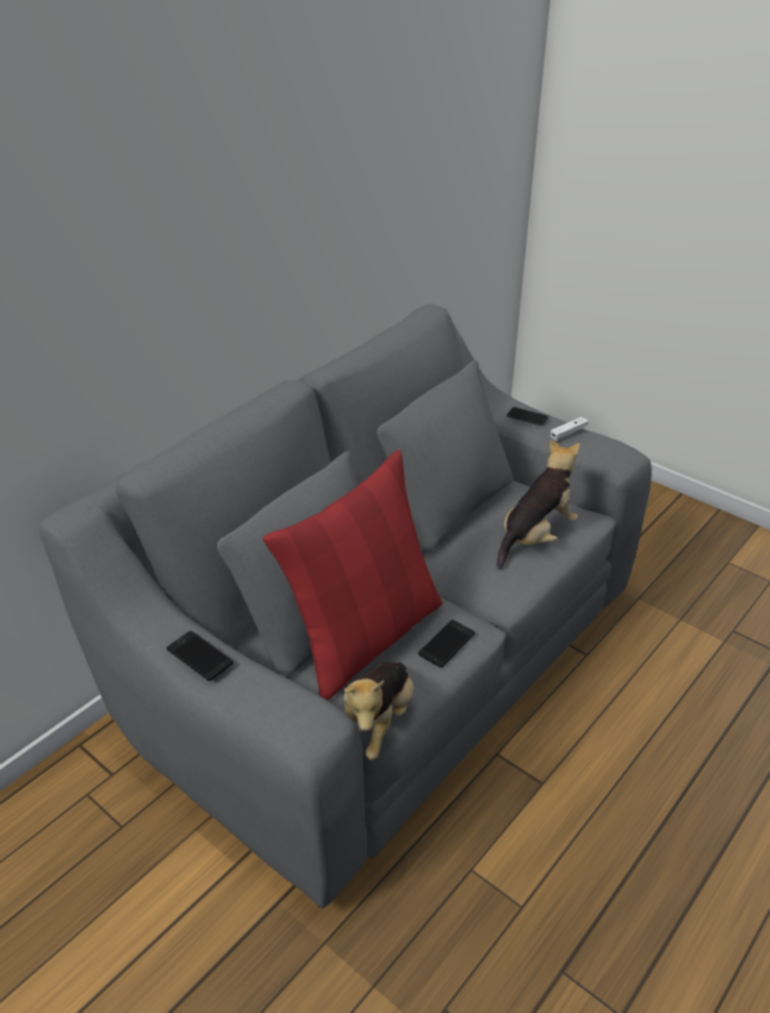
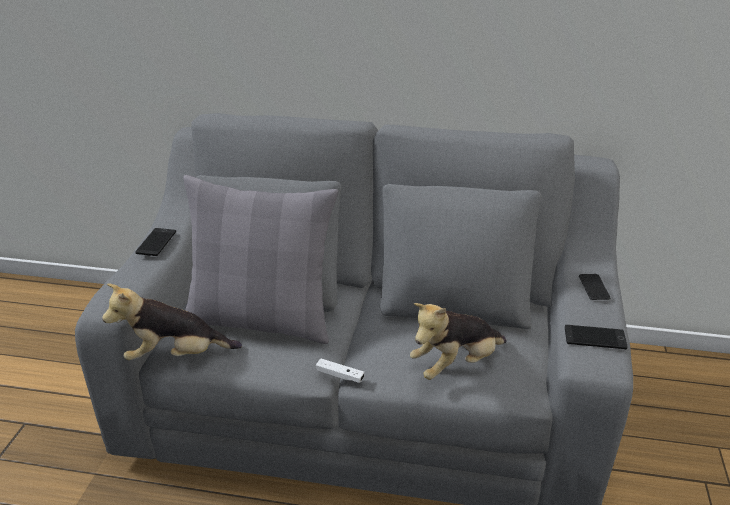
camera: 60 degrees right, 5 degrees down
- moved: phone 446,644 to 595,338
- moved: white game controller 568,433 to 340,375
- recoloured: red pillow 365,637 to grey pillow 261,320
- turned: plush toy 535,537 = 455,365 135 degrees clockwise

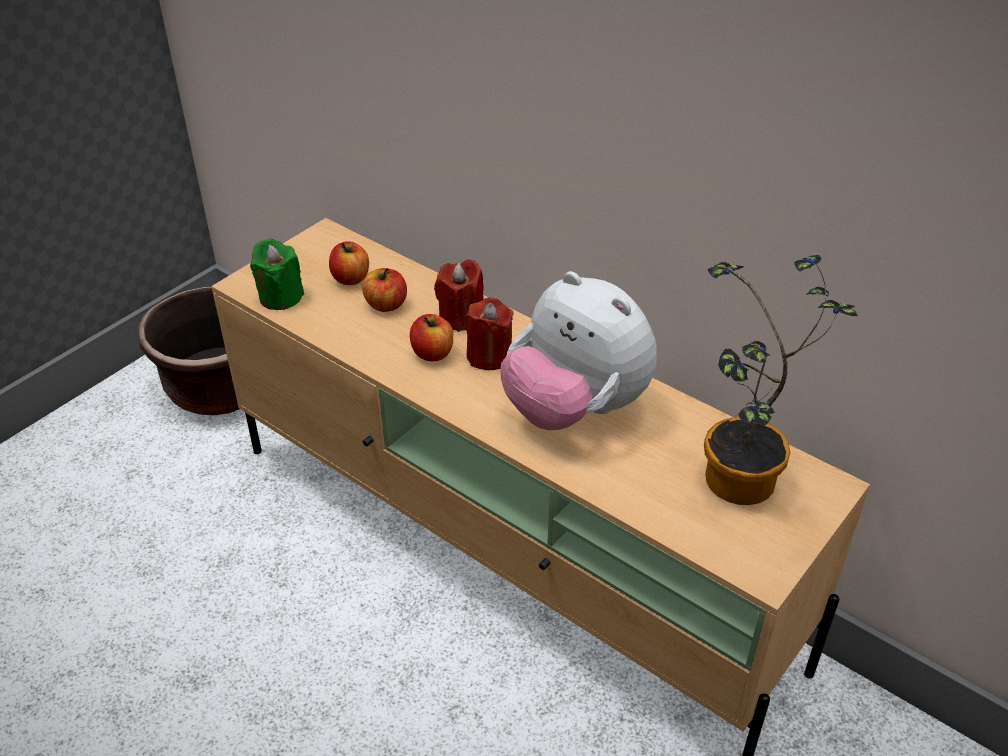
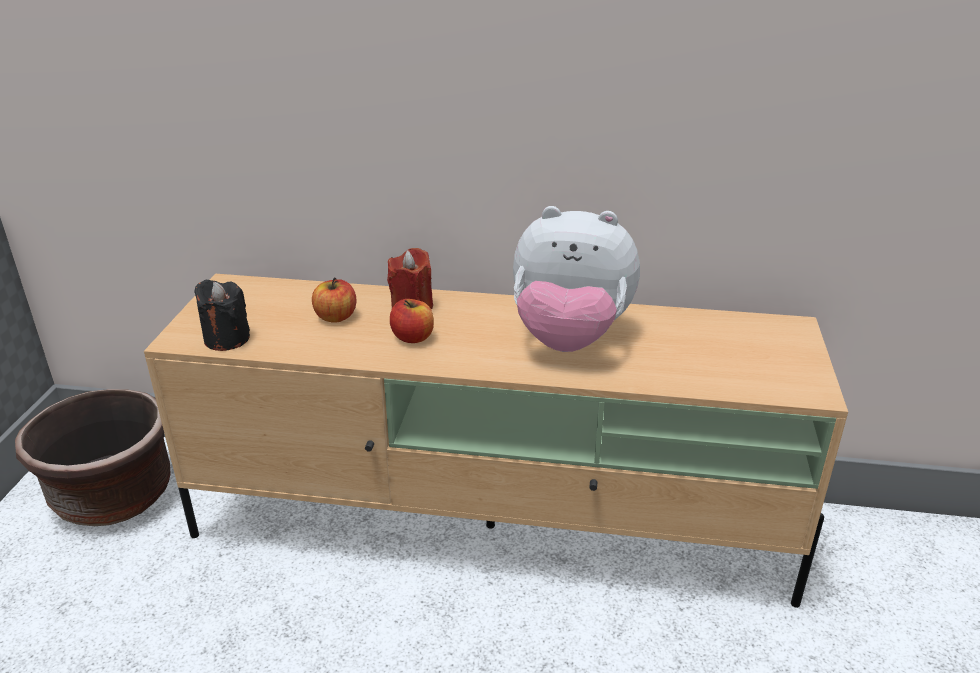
camera: 30 degrees left, 10 degrees down
- removed: apple 350,278
- removed: red candle 489,356
- removed: potted plant 736,488
- recoloured: green candle 280,297 to black candle 227,339

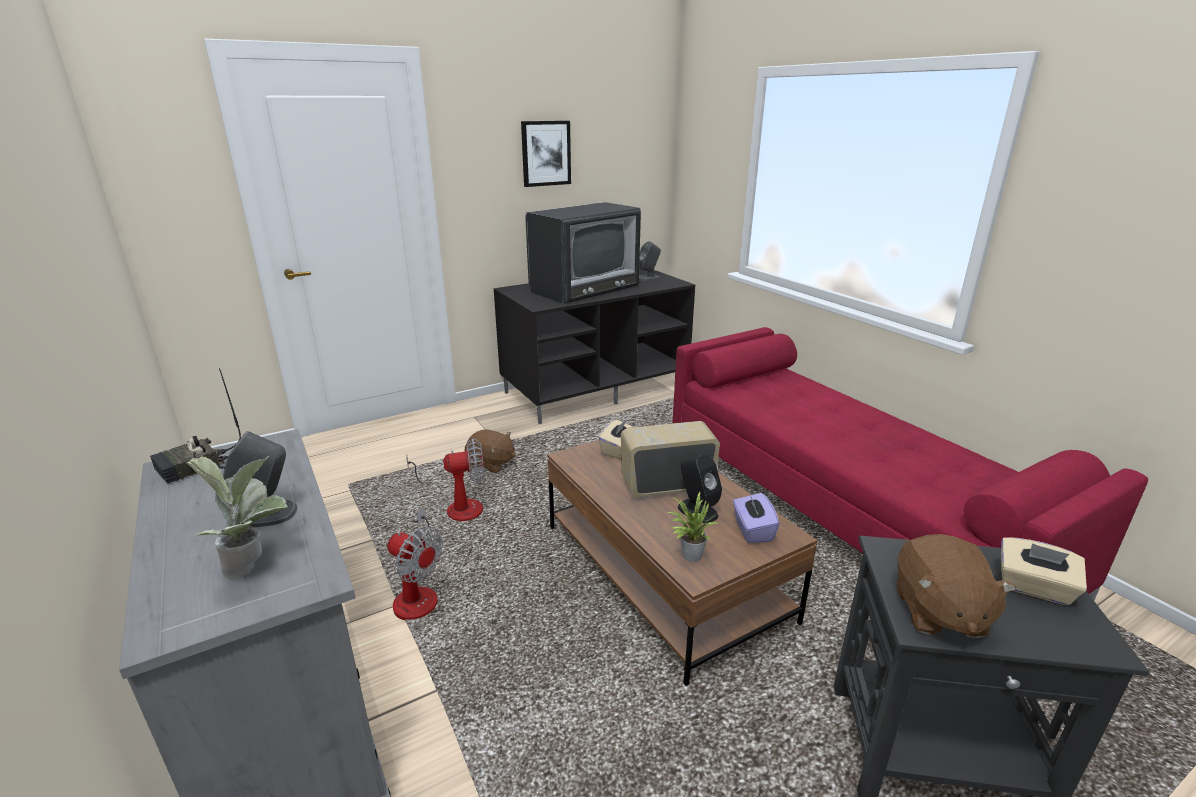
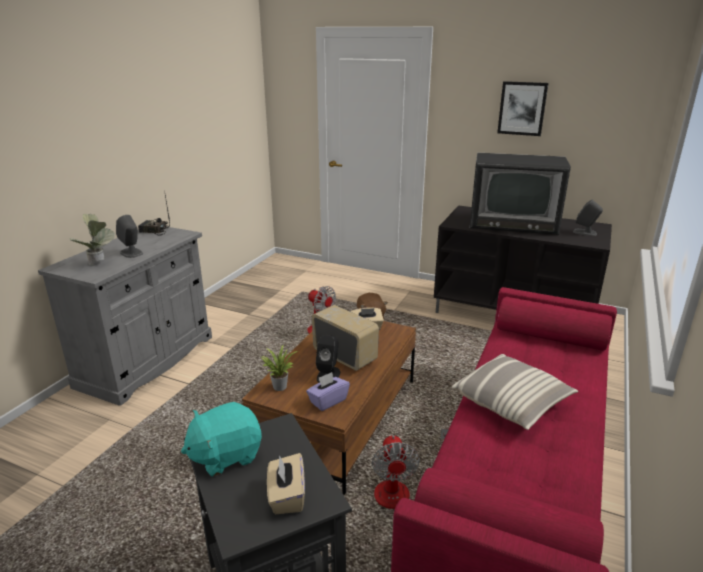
camera: 55 degrees right, 0 degrees up
- added: pillow 511,403
- moved: fan 418,592 to 401,488
- recoloured: brown plush toy 937,612 to turquoise plush toy 225,455

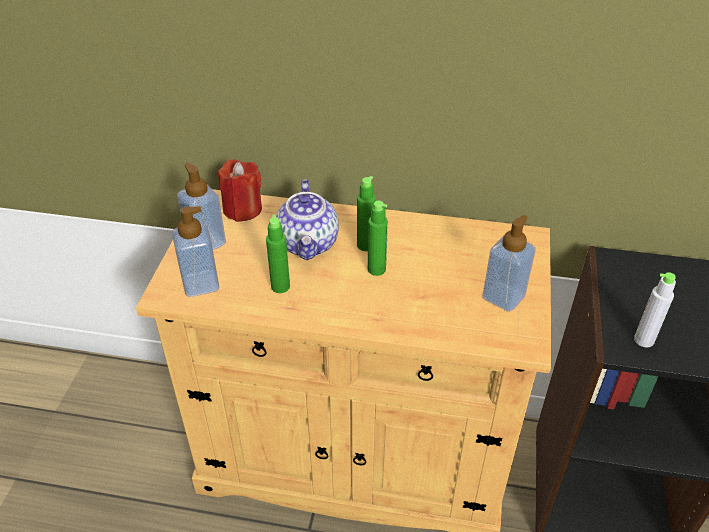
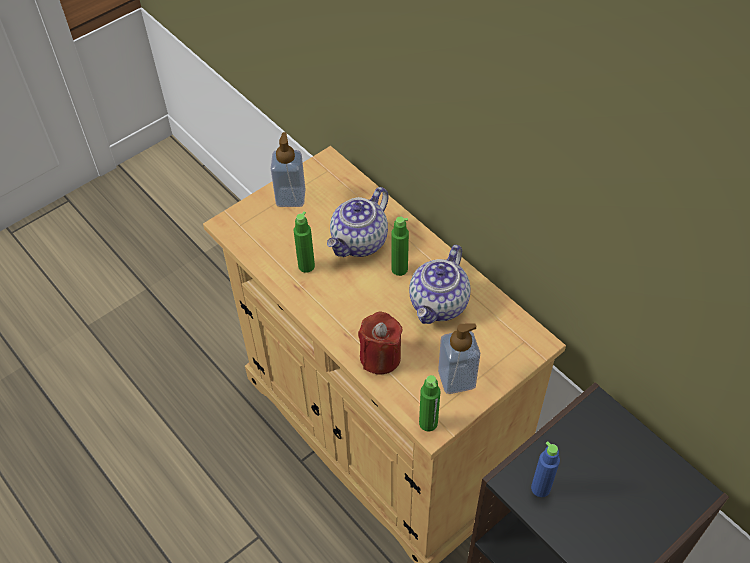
camera: 40 degrees right, 10 degrees up
- removed: soap dispenser 200,284
- added: teapot 439,304
- moved: red candle 242,209 to 380,357
- moved: green bottle 376,269 to 428,423
- recoloured: grey bottle 644,340 to blue bottle 540,488

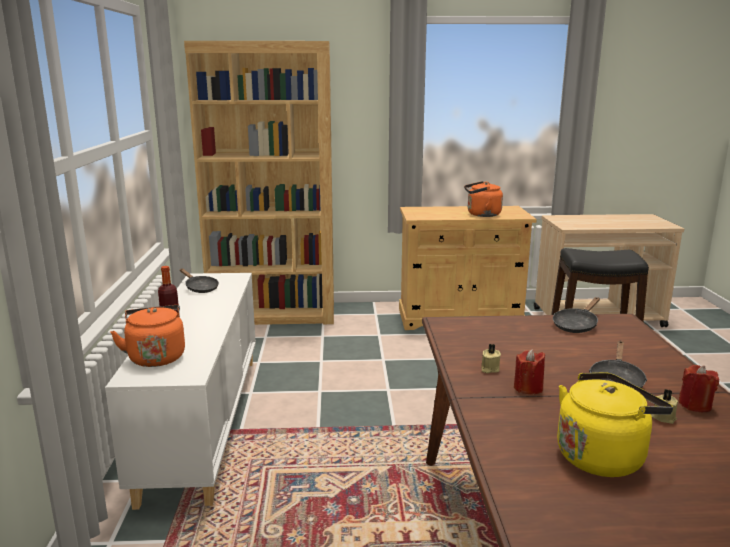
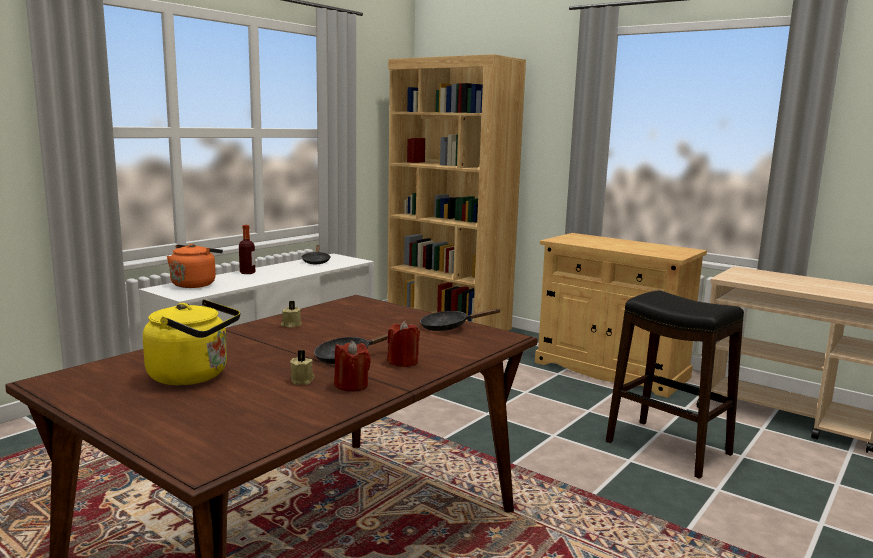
camera: 40 degrees right, 5 degrees down
- removed: orange kettle 481,215
- moved: red candle 528,388 to 403,362

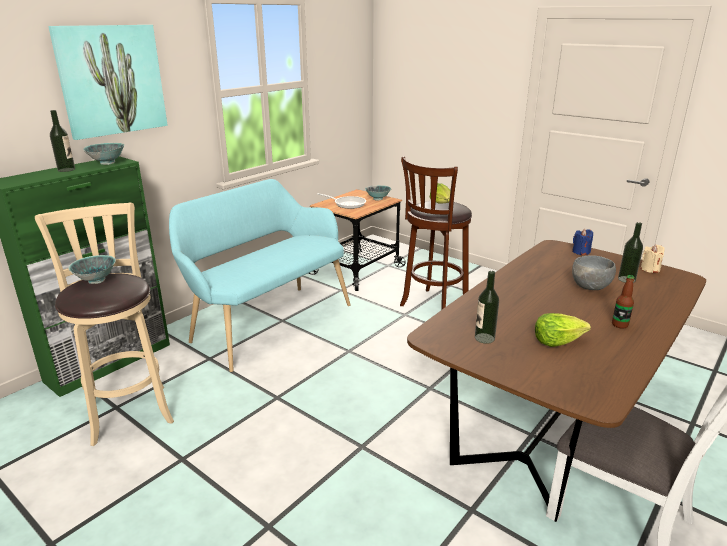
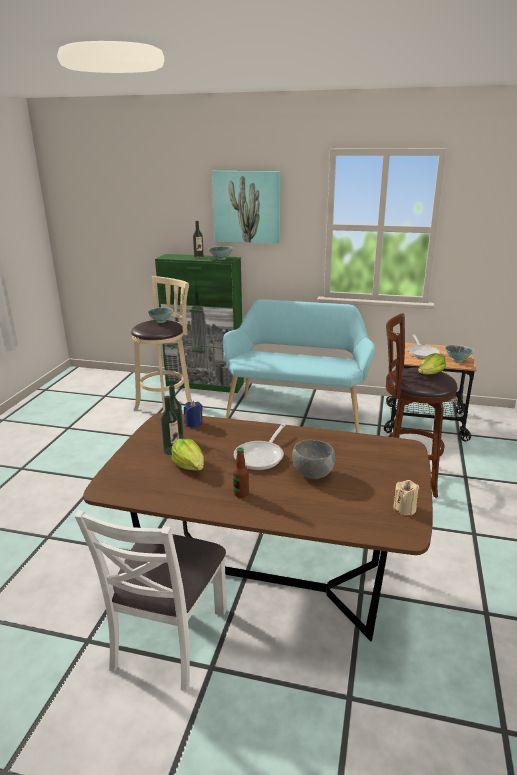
camera: 65 degrees right, 0 degrees up
- added: frying pan 261,456
- moved: blue candle 580,252 to 194,423
- moved: bottle 626,279 to 171,450

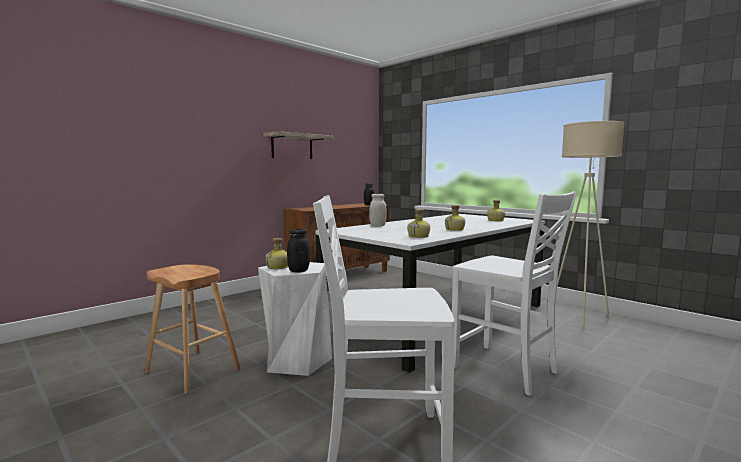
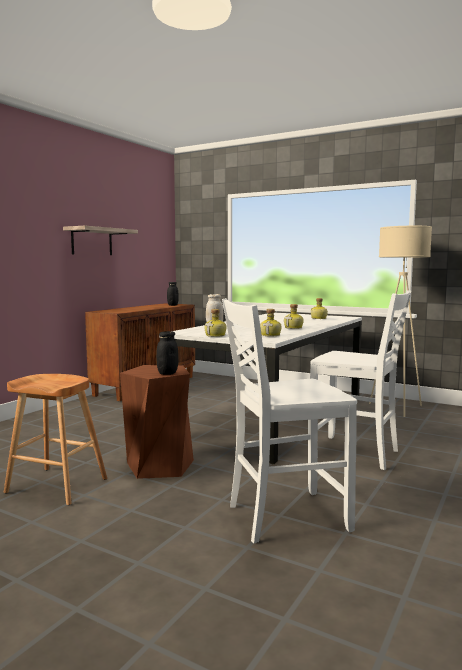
camera: 15 degrees left, 0 degrees up
- moved: bottle 279,267 to 216,335
- recoloured: white stool 297,360 to brown stool 160,466

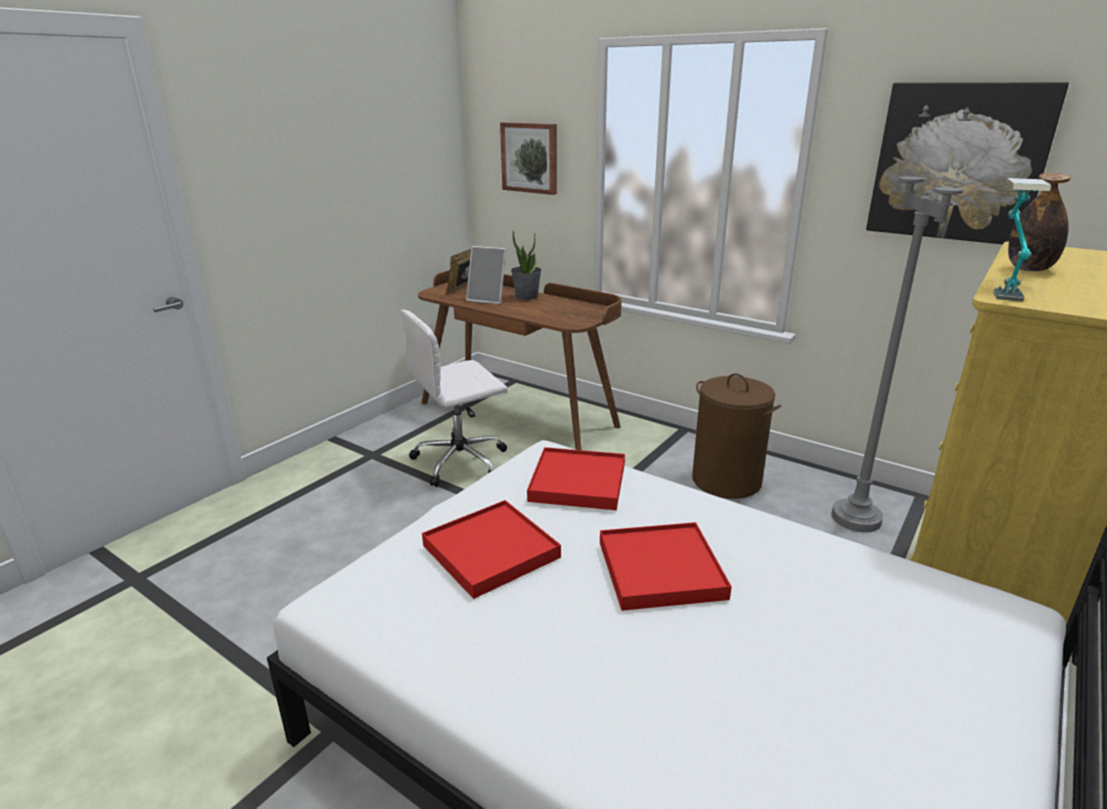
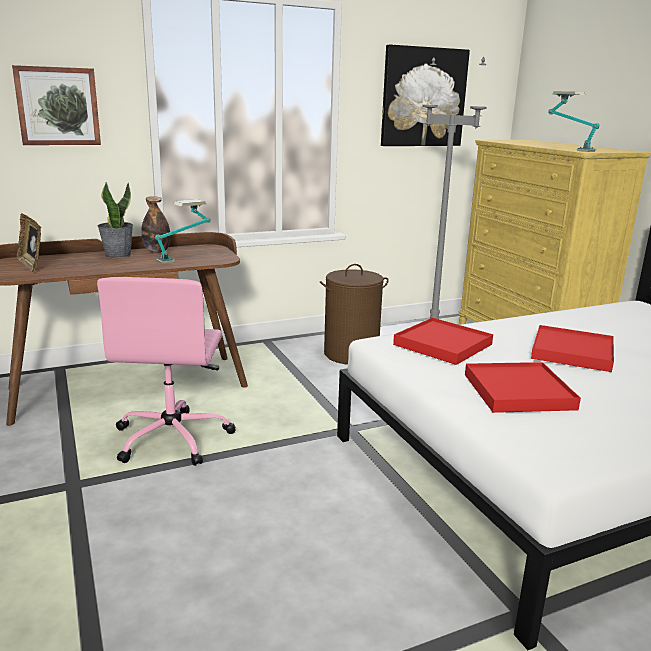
camera: 60 degrees left, 5 degrees down
- removed: picture frame 488,299
- added: table lamp 184,258
- moved: bottle 1029,269 to 157,251
- recoloured: white office chair 462,461 to pink office chair 173,438

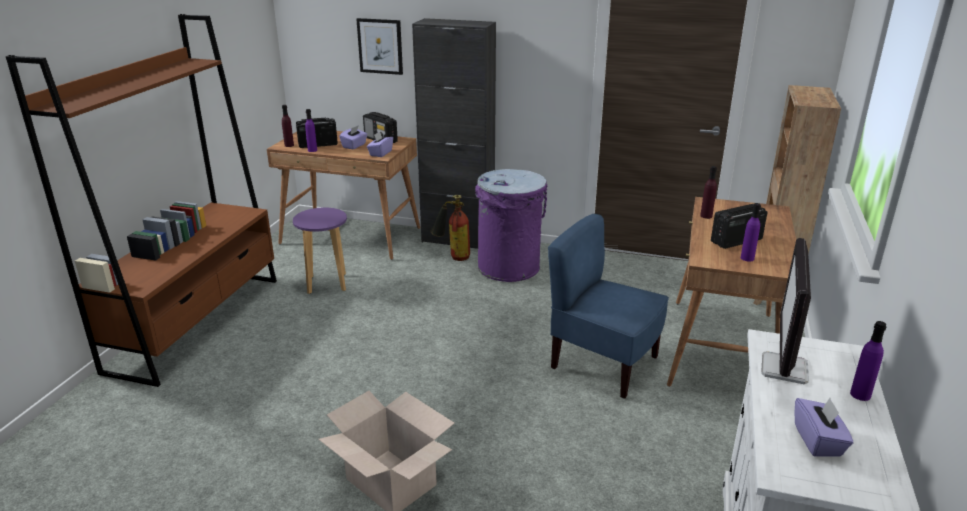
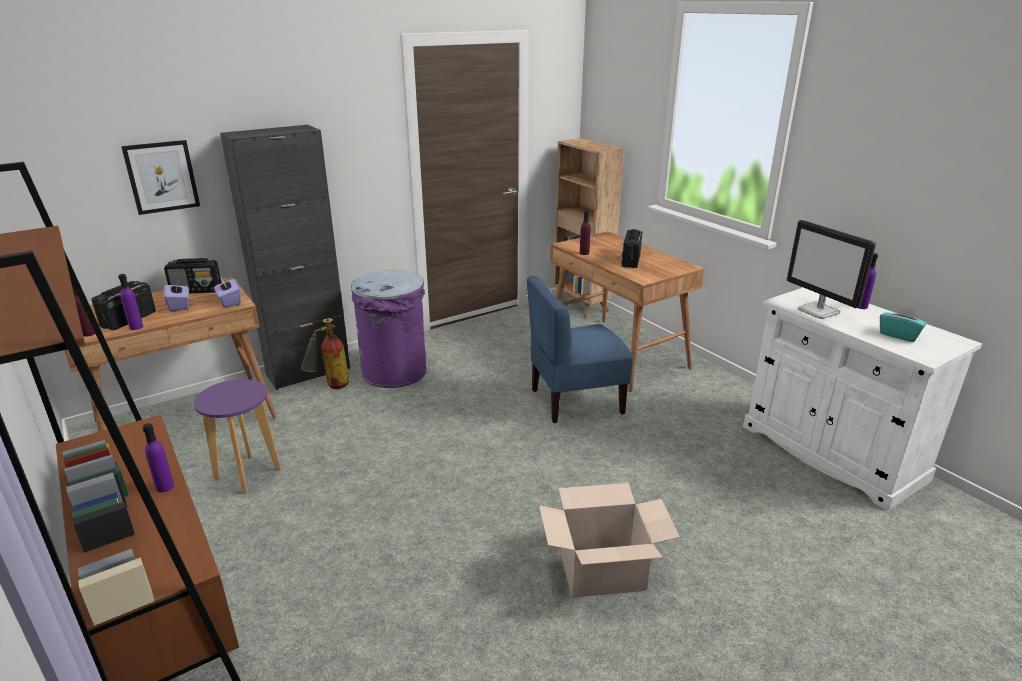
camera: 50 degrees left, 0 degrees up
- moved: purple bottle 747,258 to 165,487
- recoloured: purple tissue box 818,441 to turquoise tissue box 898,335

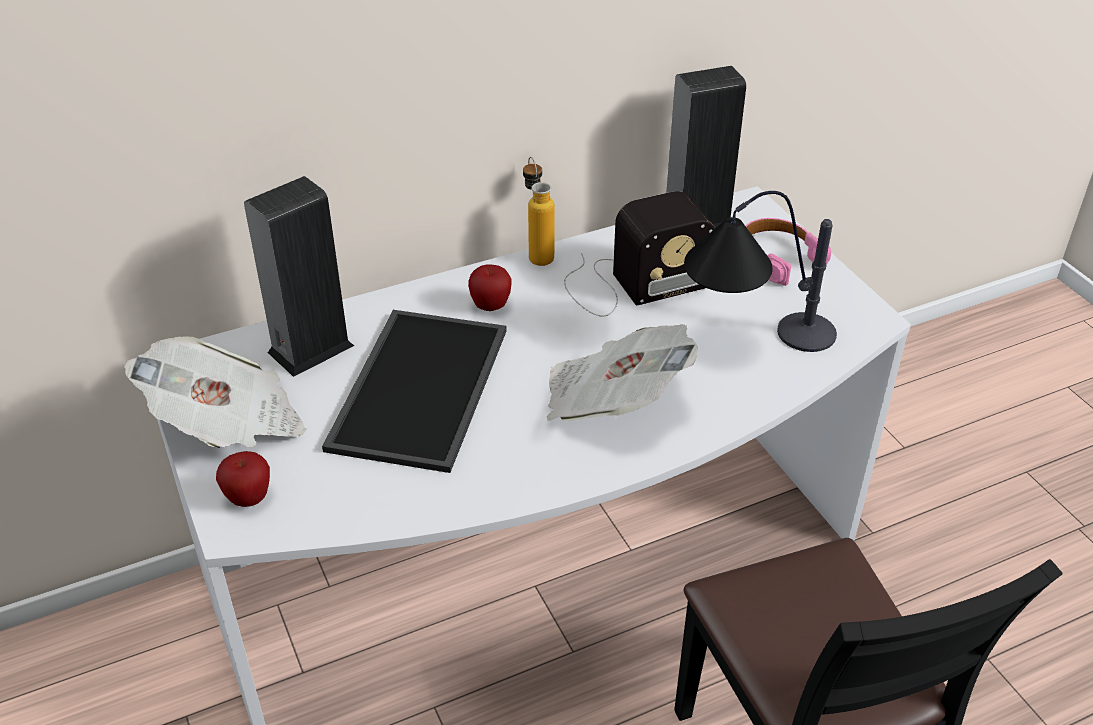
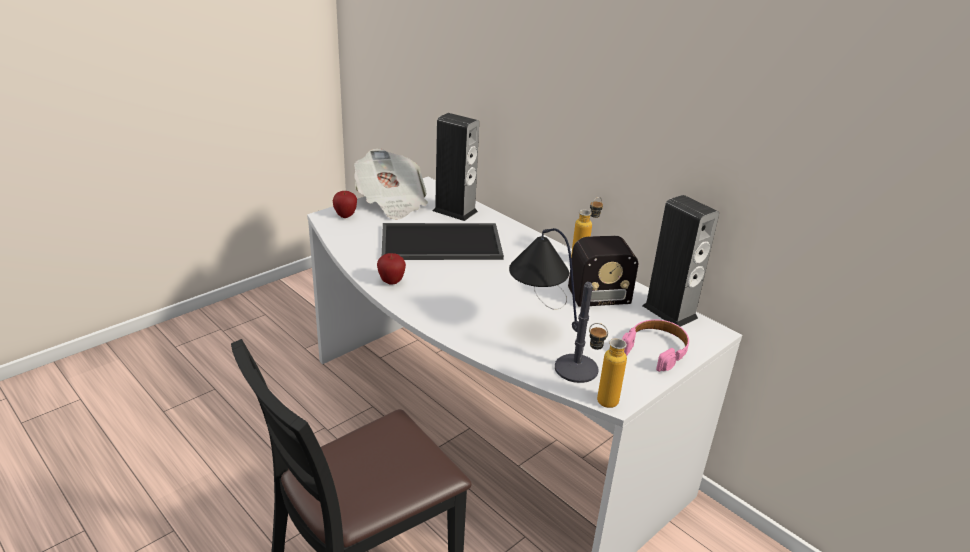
camera: 70 degrees right, 10 degrees down
- removed: newspaper 613,402
- added: bottle 598,398
- moved: apple 490,307 to 391,282
- turned: radio 630,284 = 578,293 60 degrees counterclockwise

